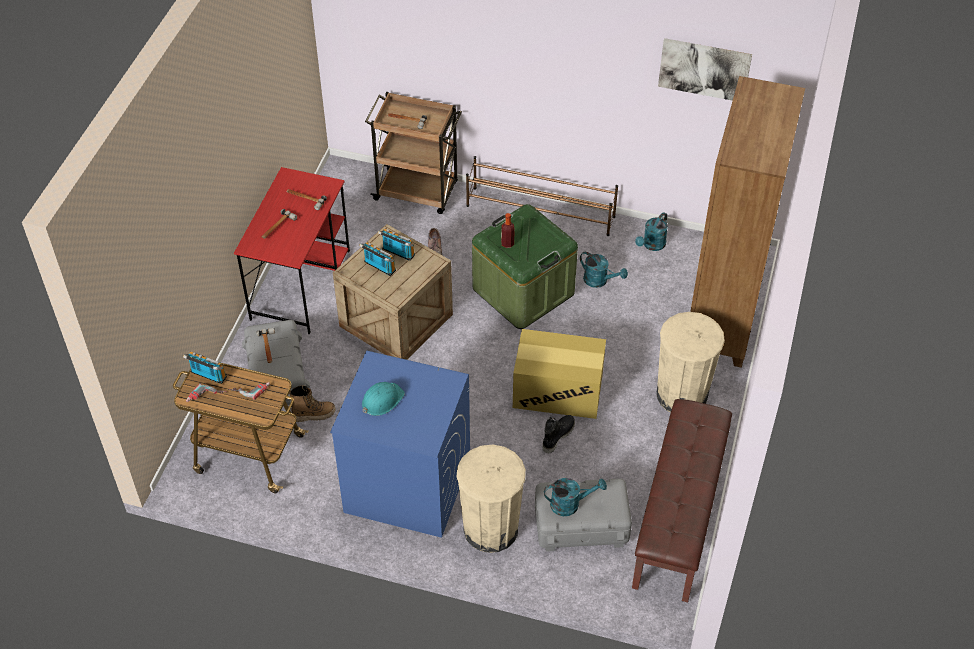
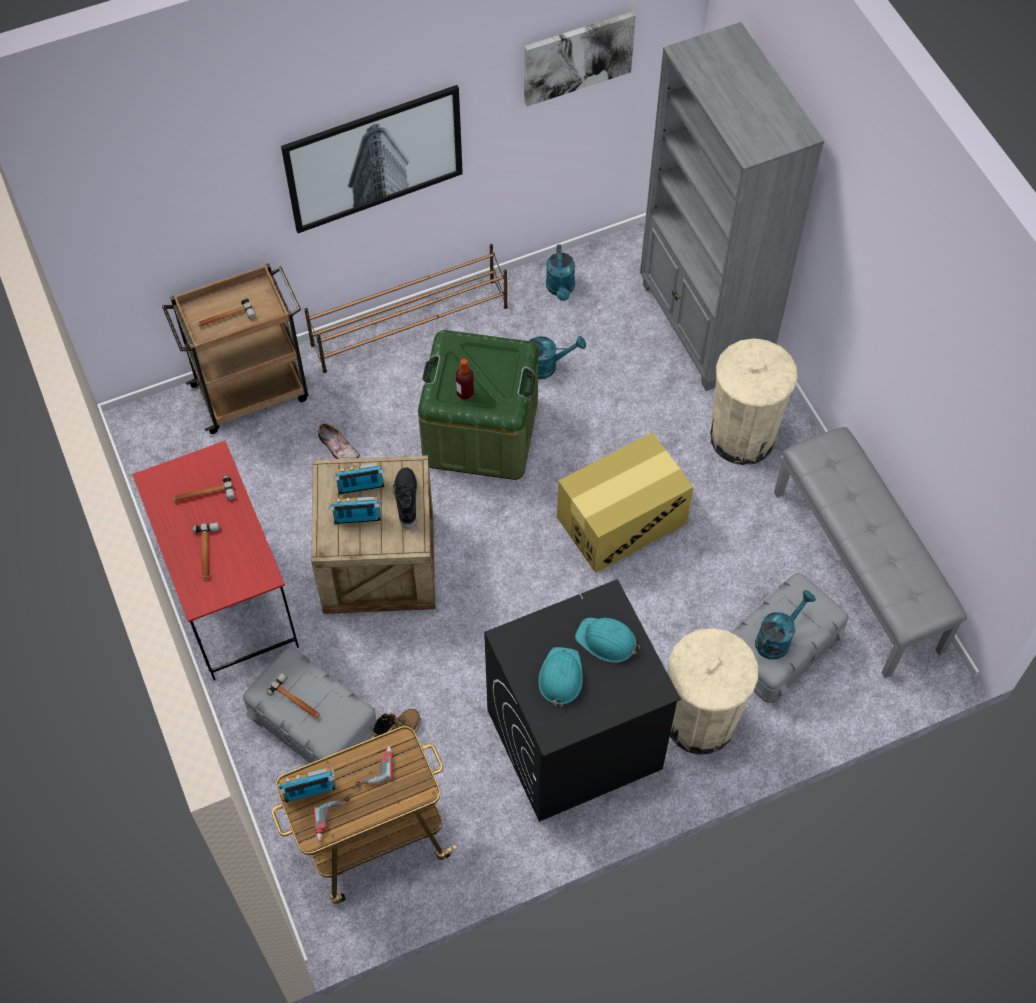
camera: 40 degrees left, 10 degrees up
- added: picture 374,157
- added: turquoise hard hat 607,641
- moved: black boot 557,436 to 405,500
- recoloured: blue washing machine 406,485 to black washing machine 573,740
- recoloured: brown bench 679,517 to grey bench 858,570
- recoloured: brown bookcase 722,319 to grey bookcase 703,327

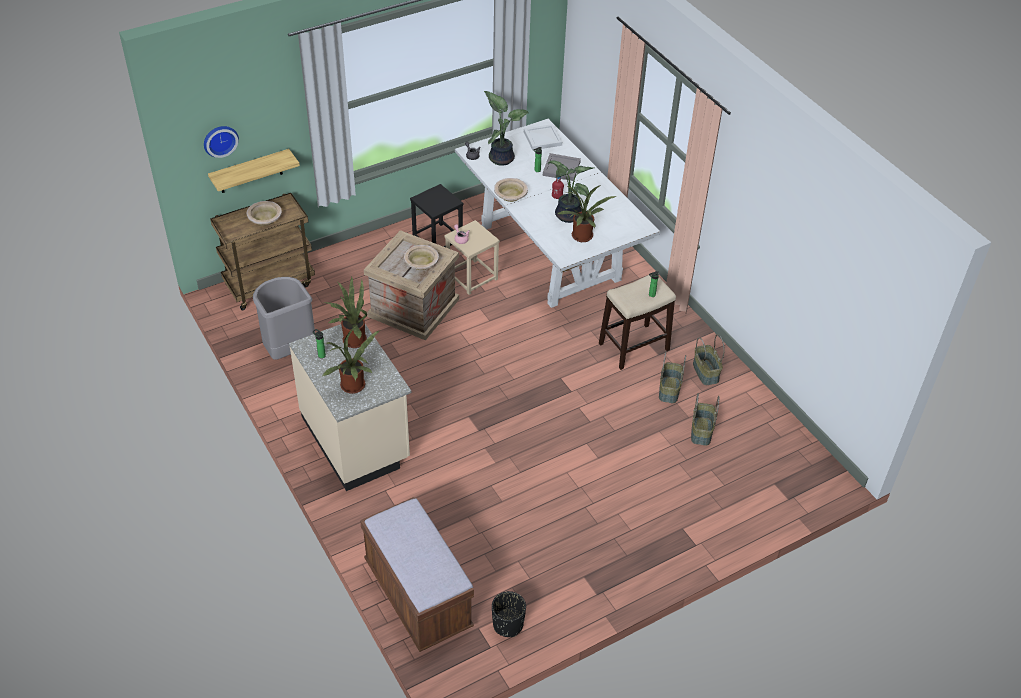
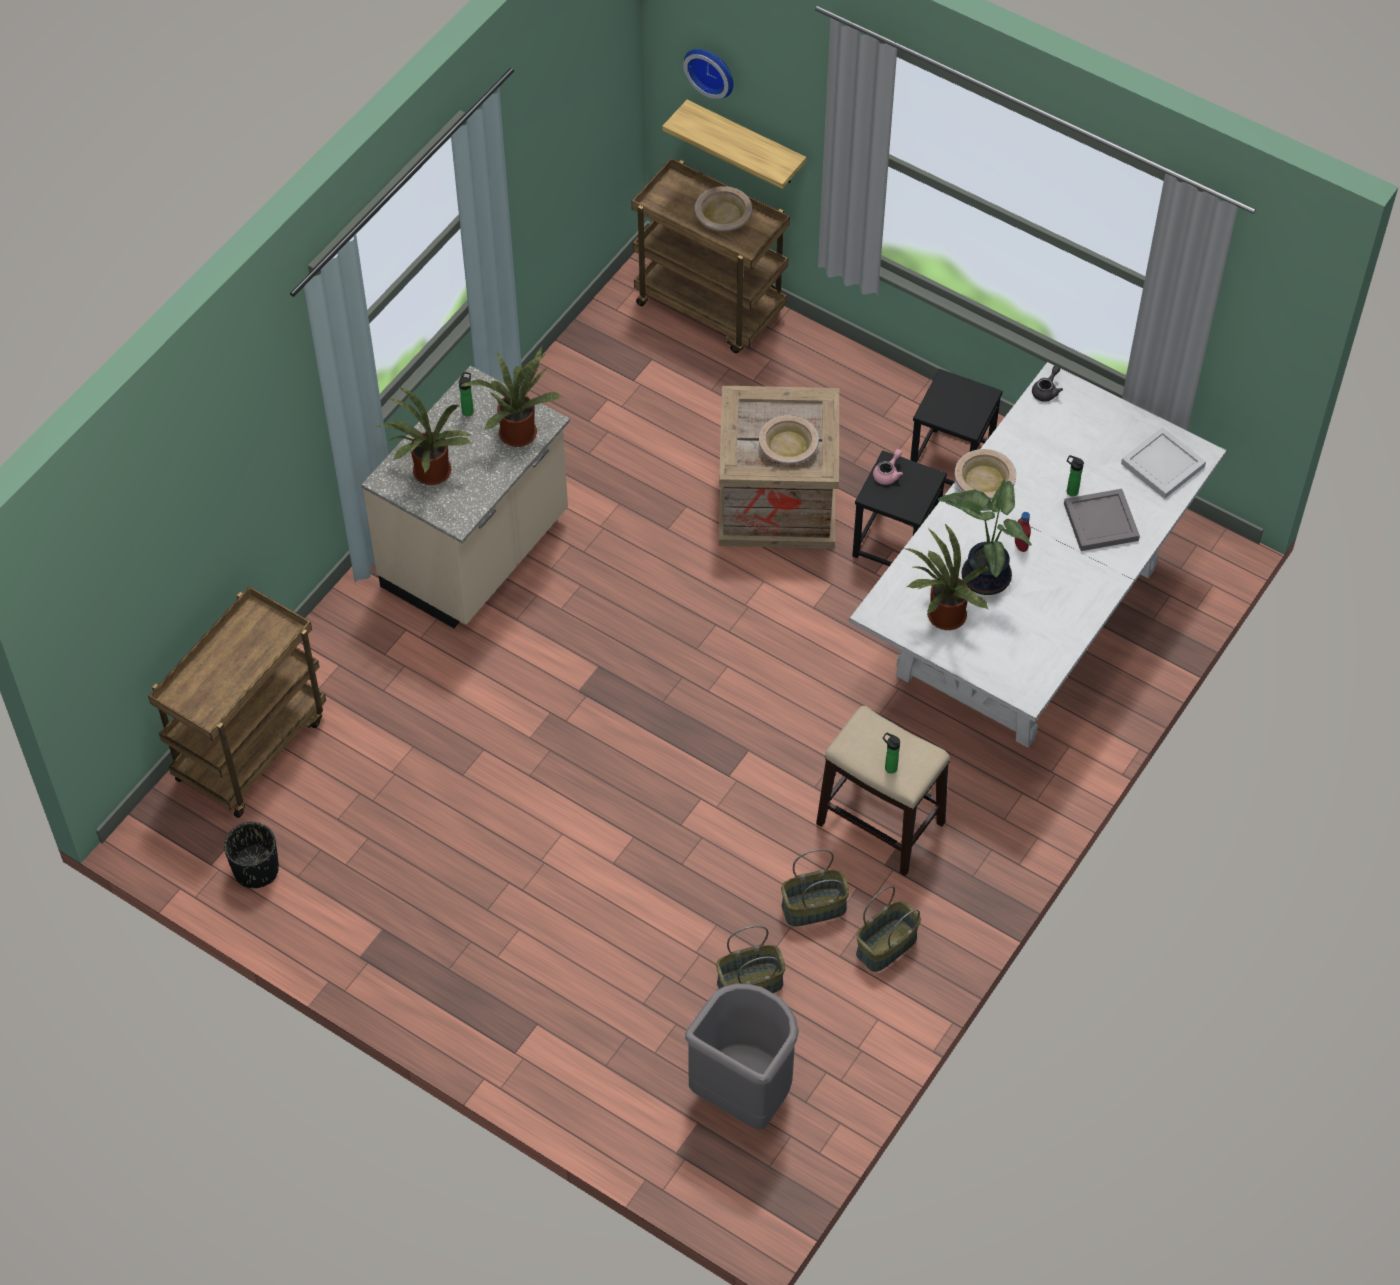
camera: 65 degrees right, 10 degrees up
- removed: potted plant 501,158
- moved: grey trash can 289,350 to 743,1093
- replaced: brown bench 417,596 to brown cart 251,747
- recoloured: beige stool 471,277 to black stool 895,542

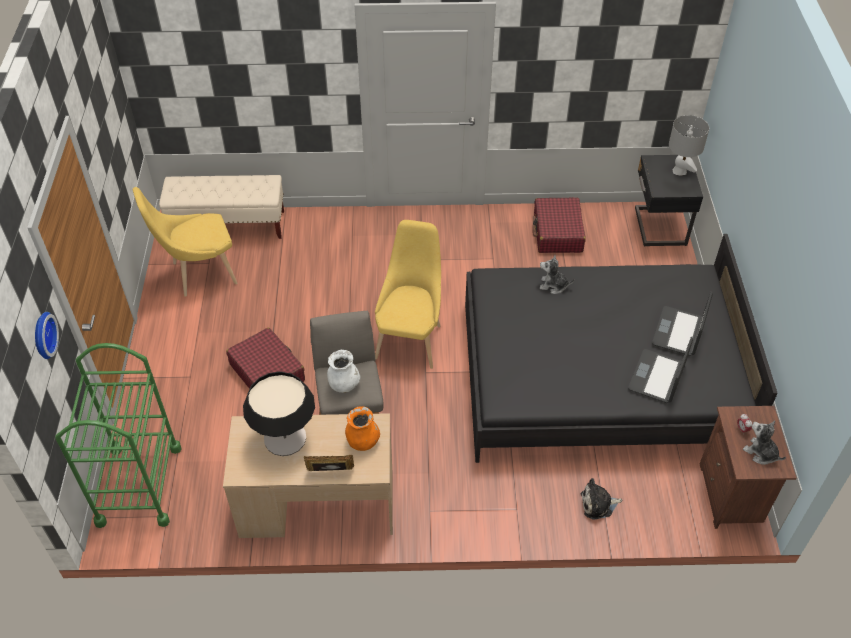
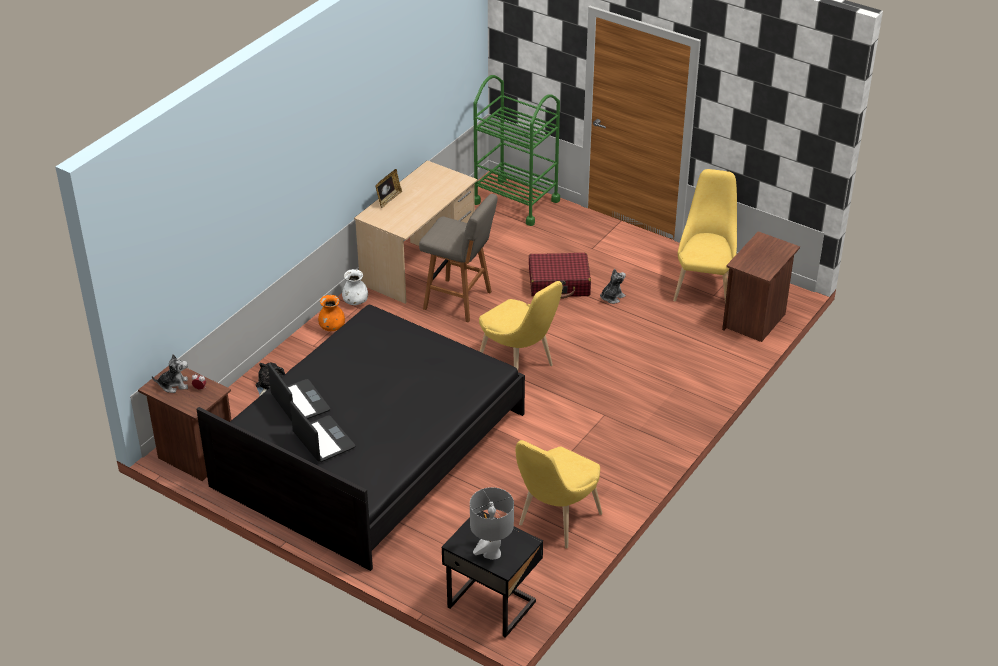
camera: 125 degrees right, 10 degrees down
- removed: wall clock 42,335
- removed: table lamp 285,438
- moved: white vase 343,384 to 355,301
- moved: orange vase 362,441 to 332,327
- moved: plush toy 553,285 to 612,297
- replaced: beige bench 228,225 to brown nightstand 755,321
- replaced: red suitcase 557,233 to yellow chair 555,522

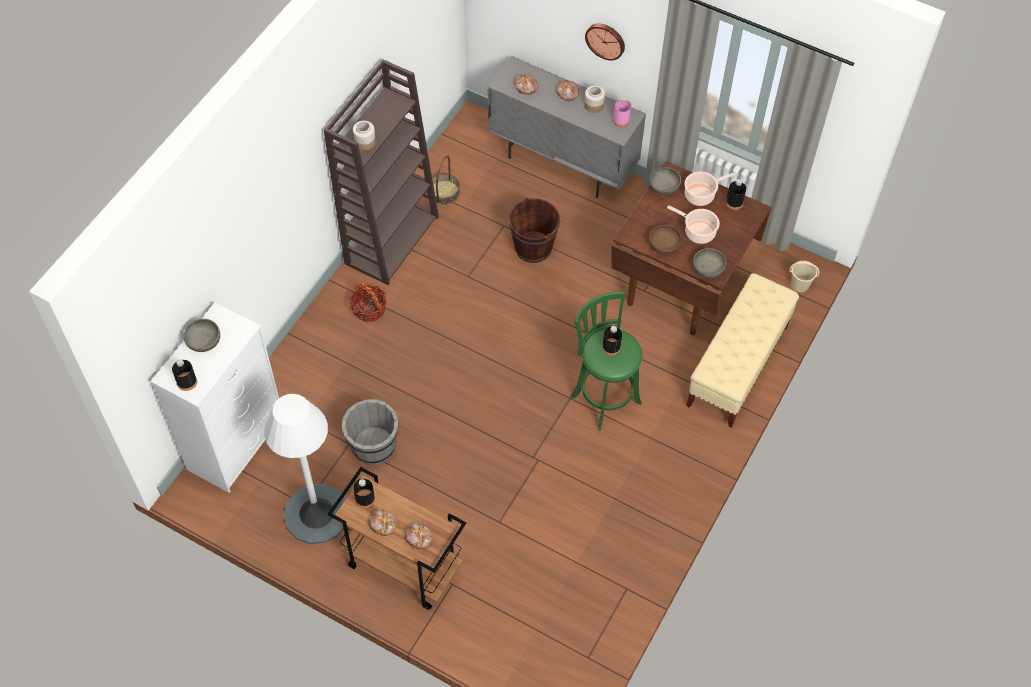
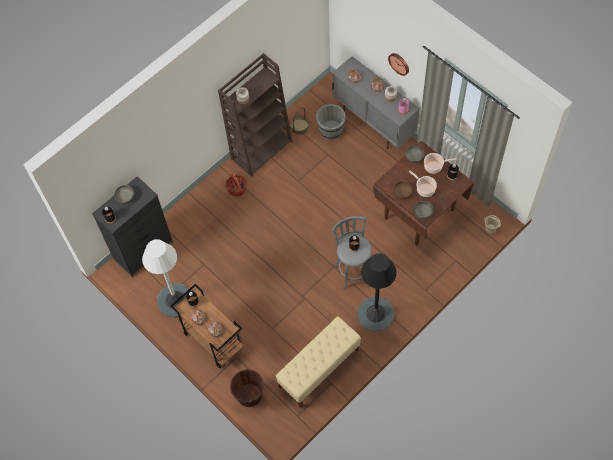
camera: 20 degrees right, 5 degrees up
- added: black floor lamp 375,314
- moved: grey bucket 373,447 to 331,130
- moved: brown bucket 533,248 to 249,395
- moved: beige bench 737,366 to 319,369
- recoloured: white dresser 236,443 to black dresser 143,250
- recoloured: green stool 604,397 to grey stool 353,270

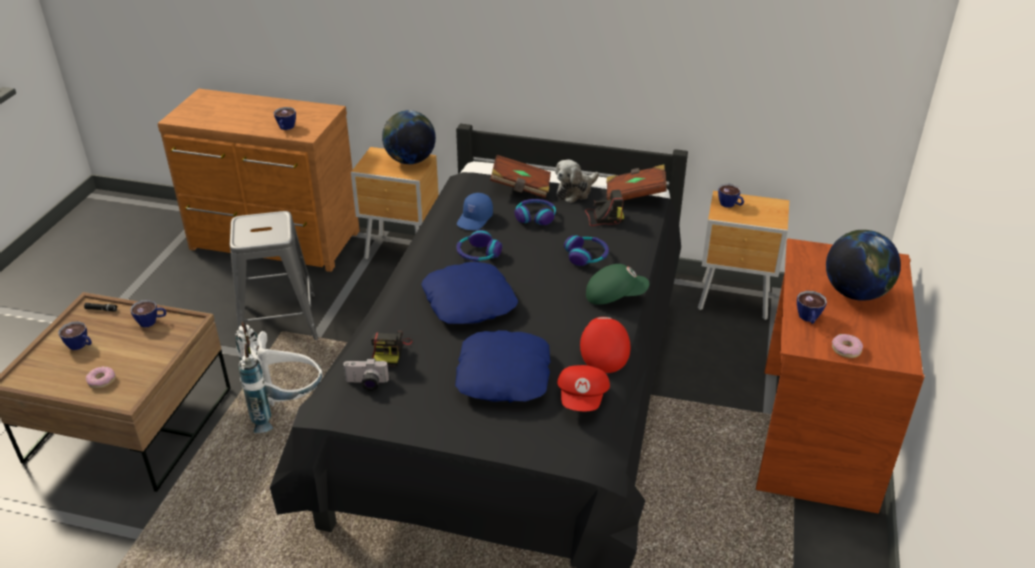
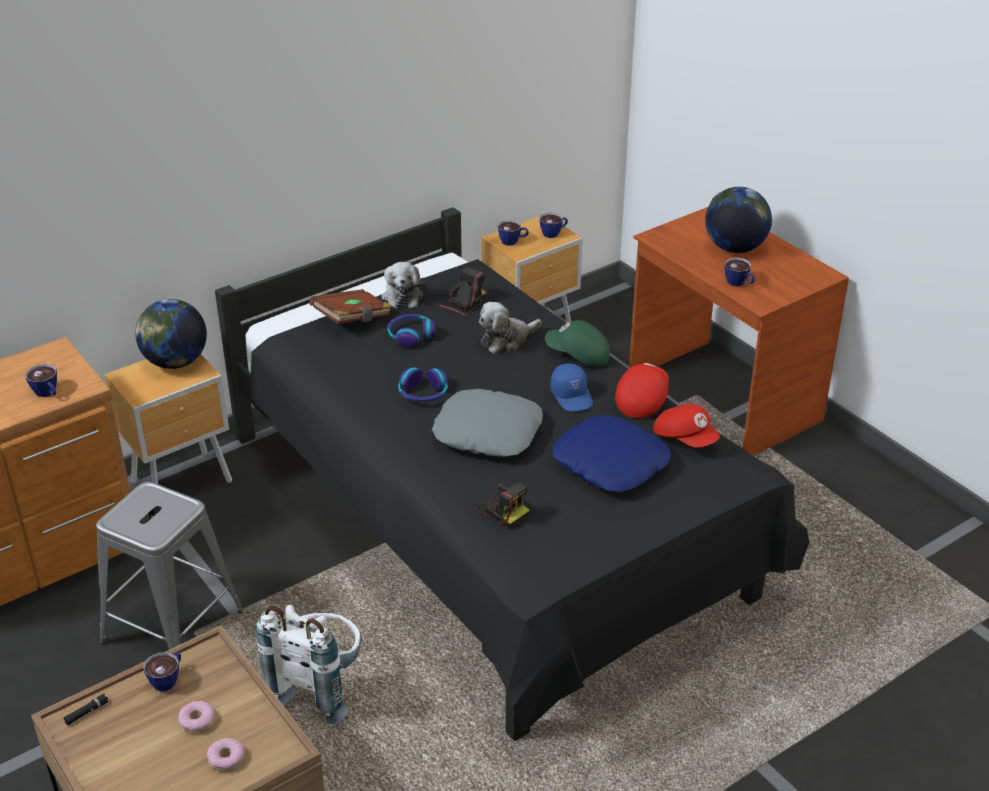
camera: 50 degrees left, 0 degrees up
- removed: photo camera 366,384
- removed: brown book 635,195
- moved: cup 80,346 to 554,233
- moved: blue cap 475,219 to 572,396
- moved: donut 846,350 to 197,721
- replaced: headphones 586,256 to plush toy 506,340
- recoloured: blue pillow 470,301 to grey pillow 488,432
- turned: red cap 603,352 = 642,399 75 degrees clockwise
- turned: green cap 615,295 = 578,355 105 degrees counterclockwise

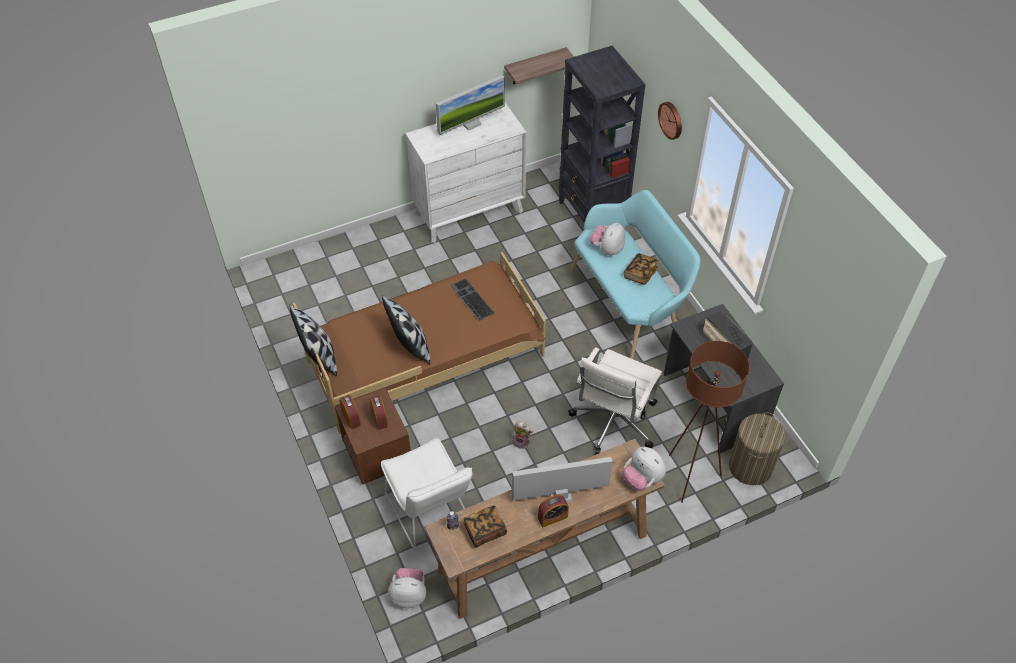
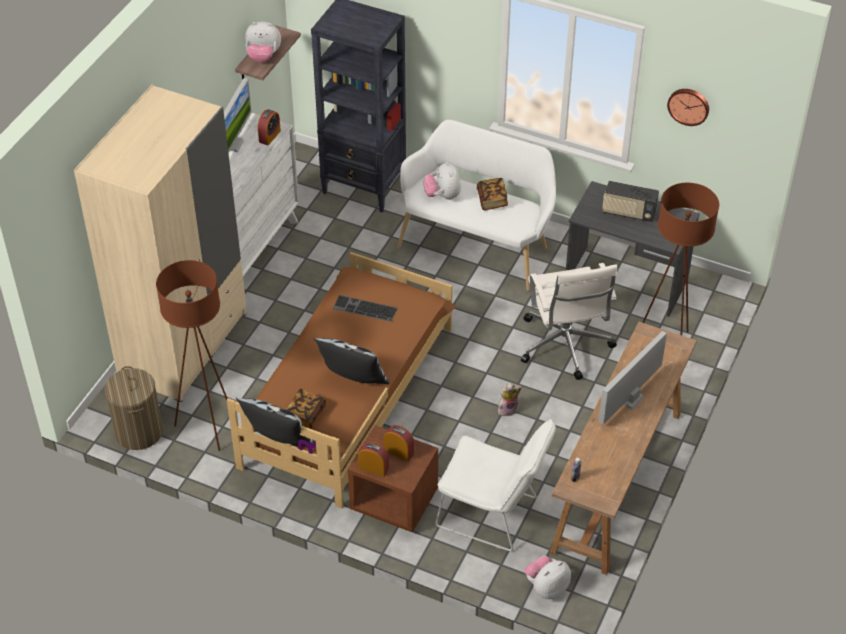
camera: 40 degrees left, 5 degrees down
- added: beige wardrobe 184,345
- added: brown floor lamp 208,426
- moved: book 485,530 to 305,415
- moved: alarm clock 552,517 to 269,136
- moved: plush toy 642,479 to 263,57
- moved: wall clock 671,120 to 689,105
- moved: laundry basket 750,467 to 139,432
- recoloured: turquoise bench 629,304 to white bench 477,244

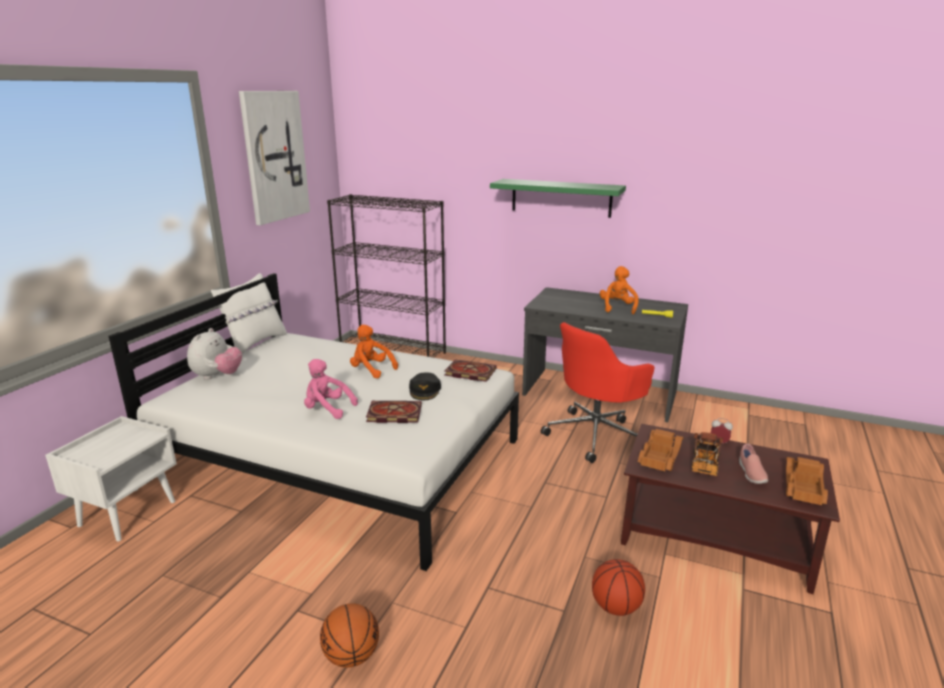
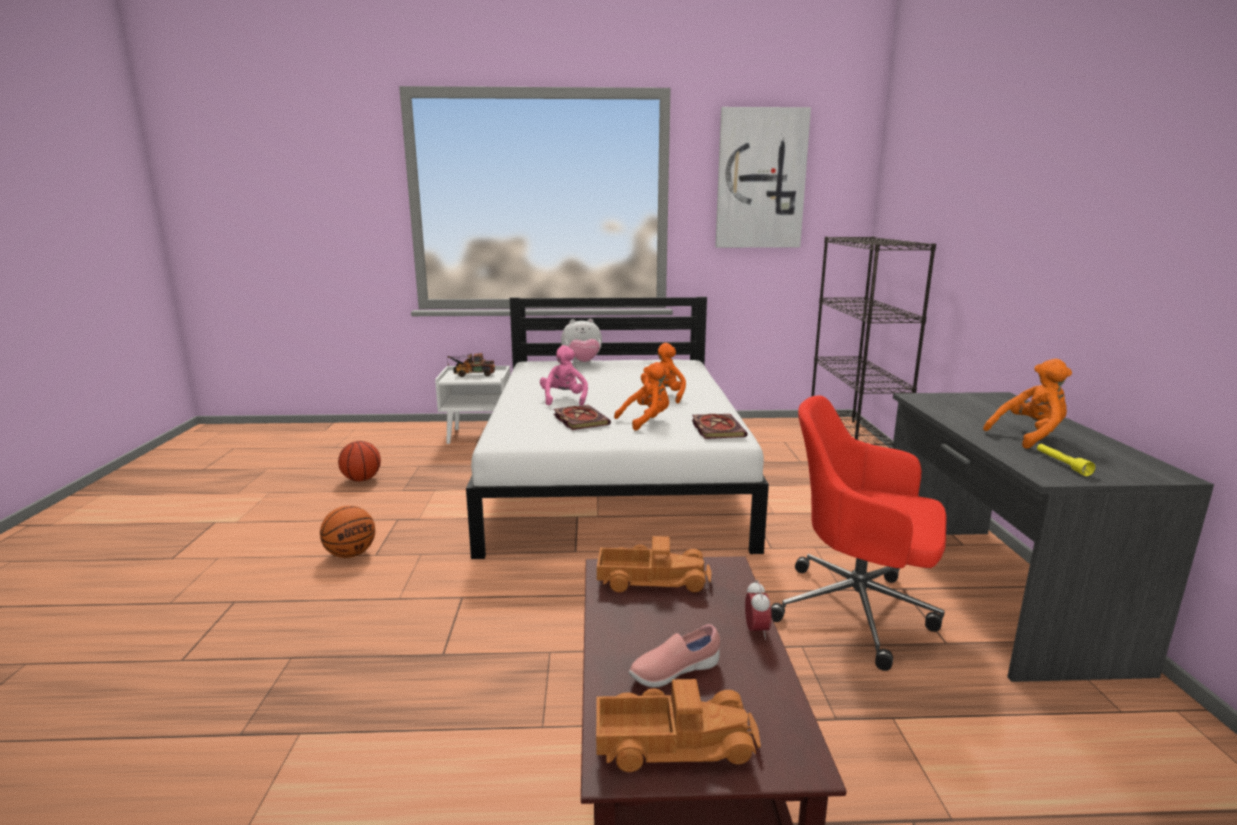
camera: 65 degrees right, 5 degrees down
- removed: white pillow 255,343
- removed: green shelf 561,198
- moved: basketball 615,607 to 362,479
- moved: toy truck 704,466 to 471,374
- replaced: black cap 425,390 to orange plush toy 646,421

